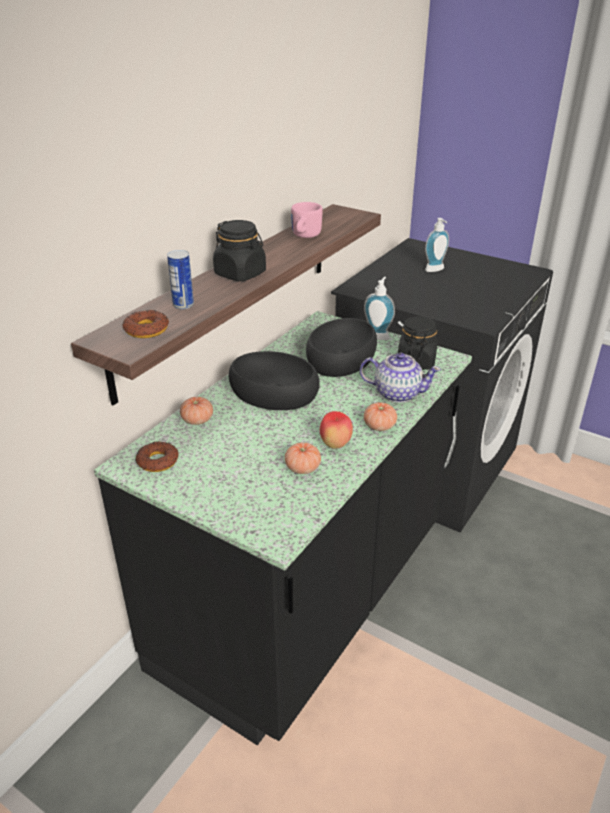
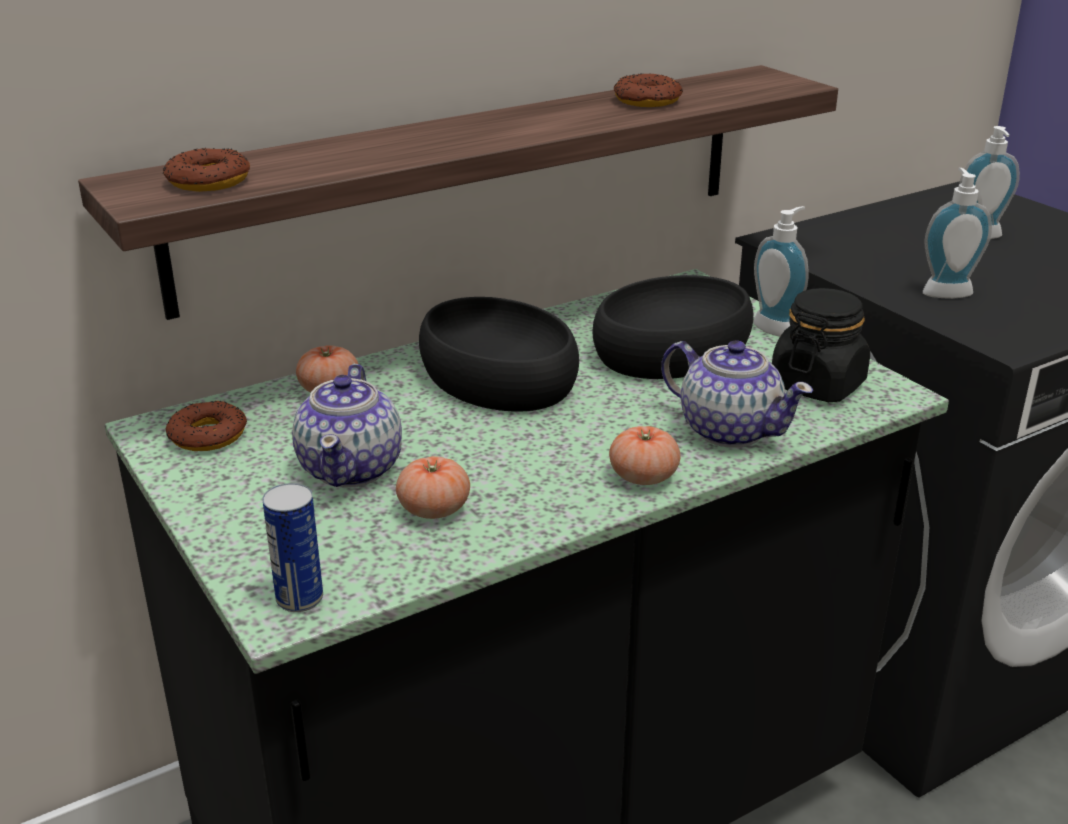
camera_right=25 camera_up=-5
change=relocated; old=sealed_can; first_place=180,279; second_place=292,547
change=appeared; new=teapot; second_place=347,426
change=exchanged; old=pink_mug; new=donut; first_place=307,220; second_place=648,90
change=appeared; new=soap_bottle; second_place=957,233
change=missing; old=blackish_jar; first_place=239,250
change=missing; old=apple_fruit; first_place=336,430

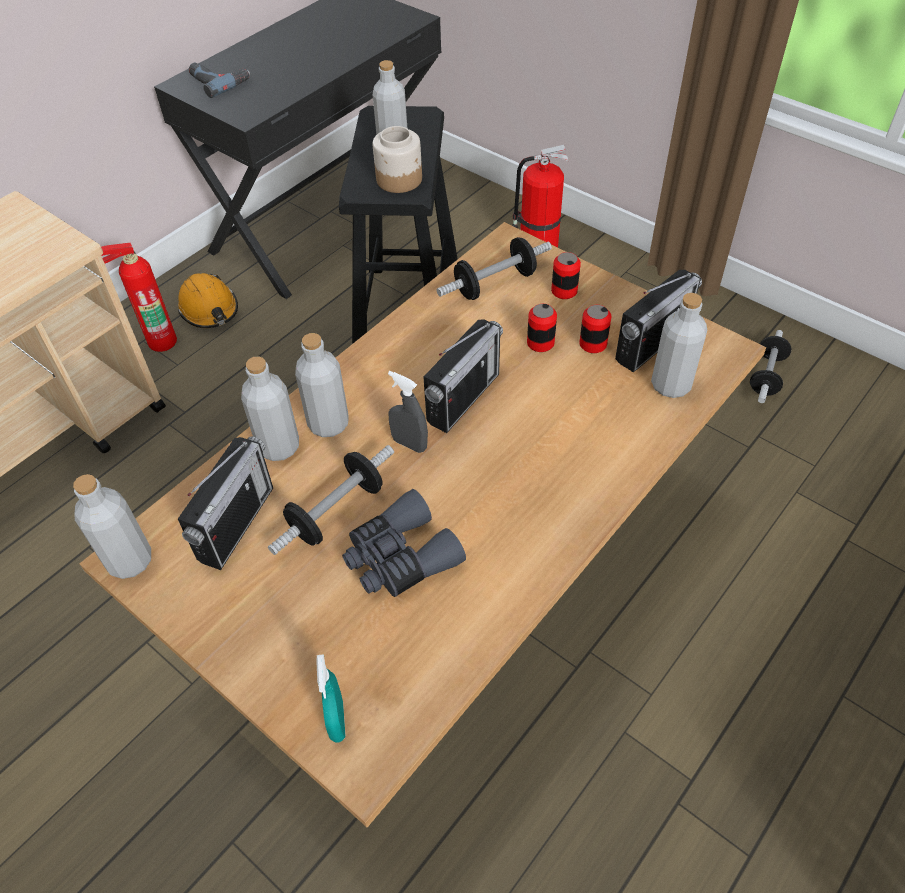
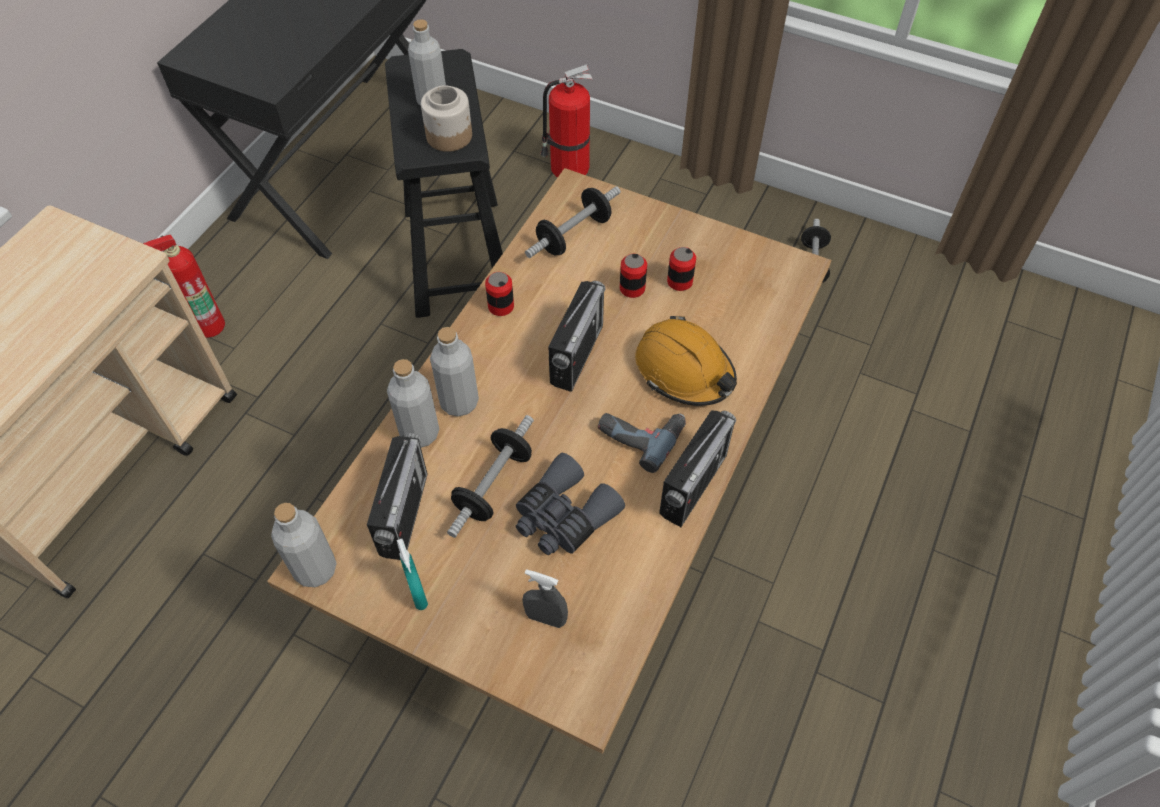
camera_right=-15 camera_up=5
change=relocated; old=blue-green_hand_sprayer; first_place=330,698; second_place=412,574
change=relocated; old=sealed_can; first_place=566,275; second_place=499,294
change=relocated; old=gray_hand_sprayer; first_place=408,412; second_place=545,598
change=relocated; old=electric_drill; first_place=219,80; second_place=642,443
change=relocated; old=orangey_hard_hat; first_place=208,300; second_place=686,361
change=relocated; old=radio_set; first_place=658,321; second_place=697,468
change=missing; old=gray_beverage_bottle; first_place=679,345

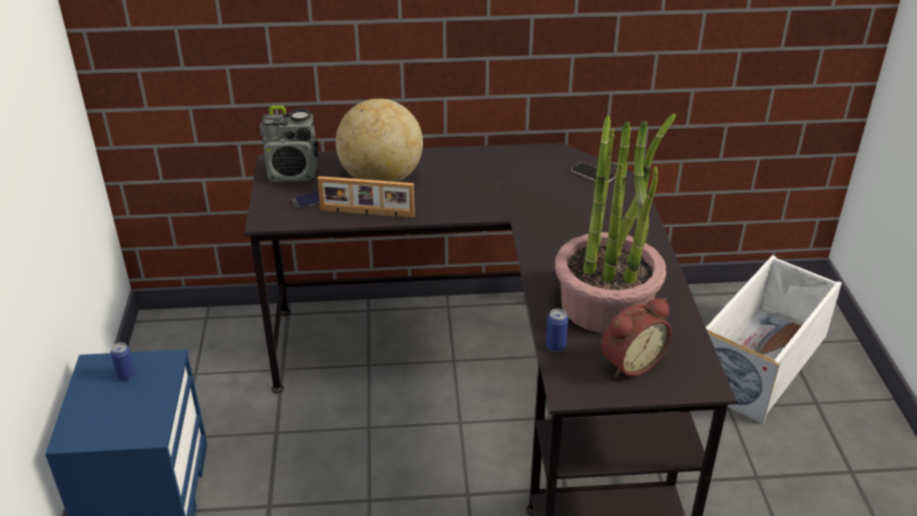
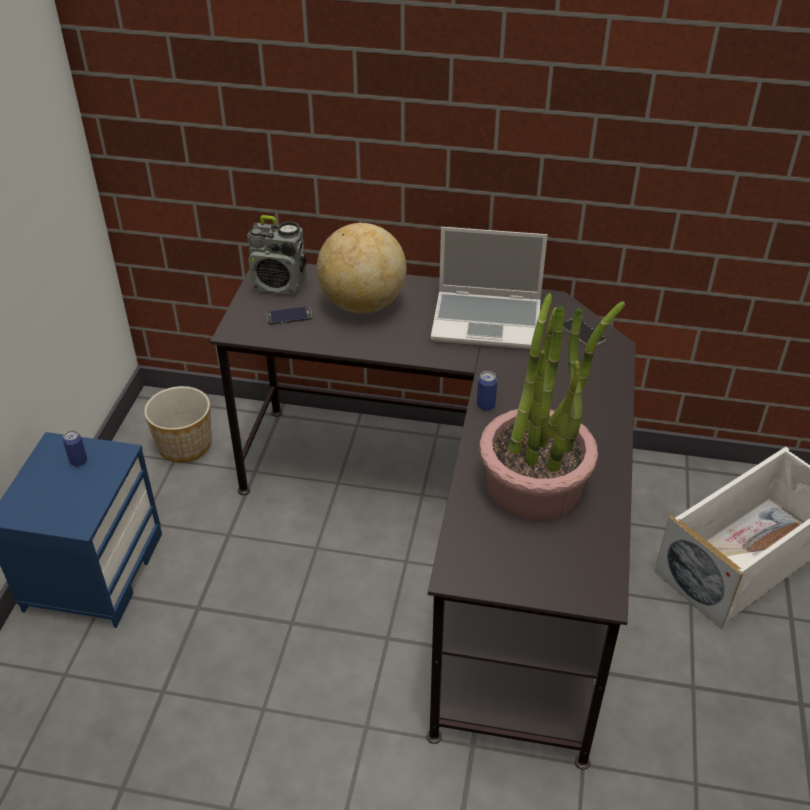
camera_right=15 camera_up=5
change=appeared; new=plant_pot; second_place=178,424
change=appeared; new=portable_computer; second_place=489,288
change=relocated; old=sealed_can; first_place=557,330; second_place=487,391
change=missing; old=picture_frame; first_place=366,197
change=missing; old=alarm_clock; first_place=636,337

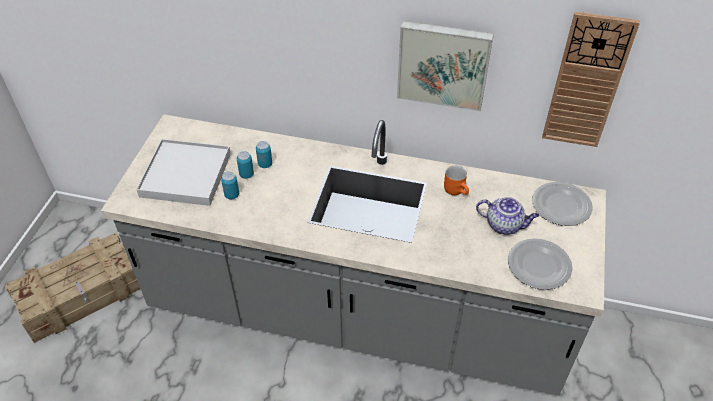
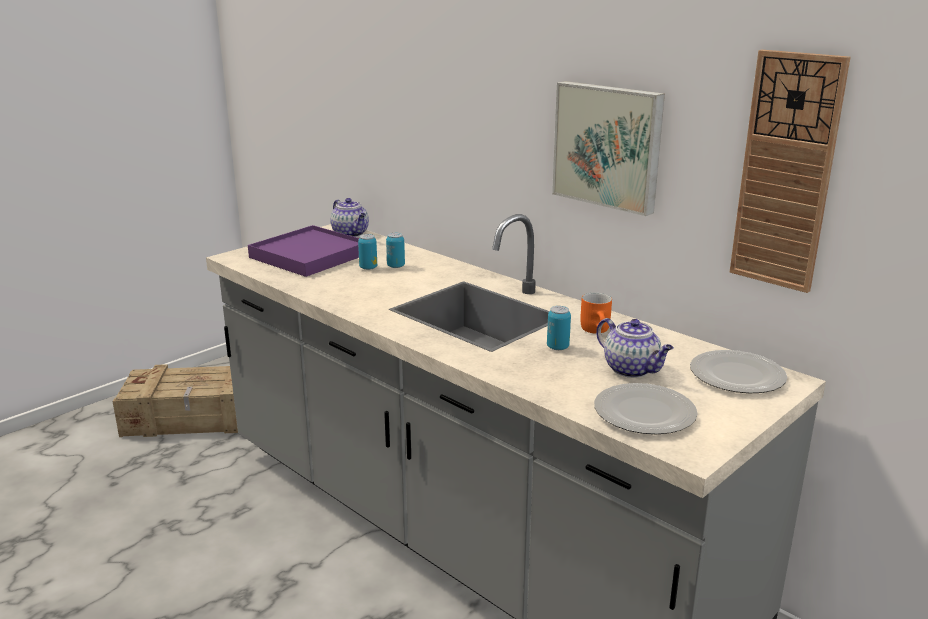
camera_right=30 camera_up=-25
change=colour; old=whitish_serving_tray; new=purple_serving_tray; first_place=183,172; second_place=303,251
change=appeared; new=teapot; second_place=349,217
change=relocated; old=sealed_can; first_place=230,185; second_place=559,328

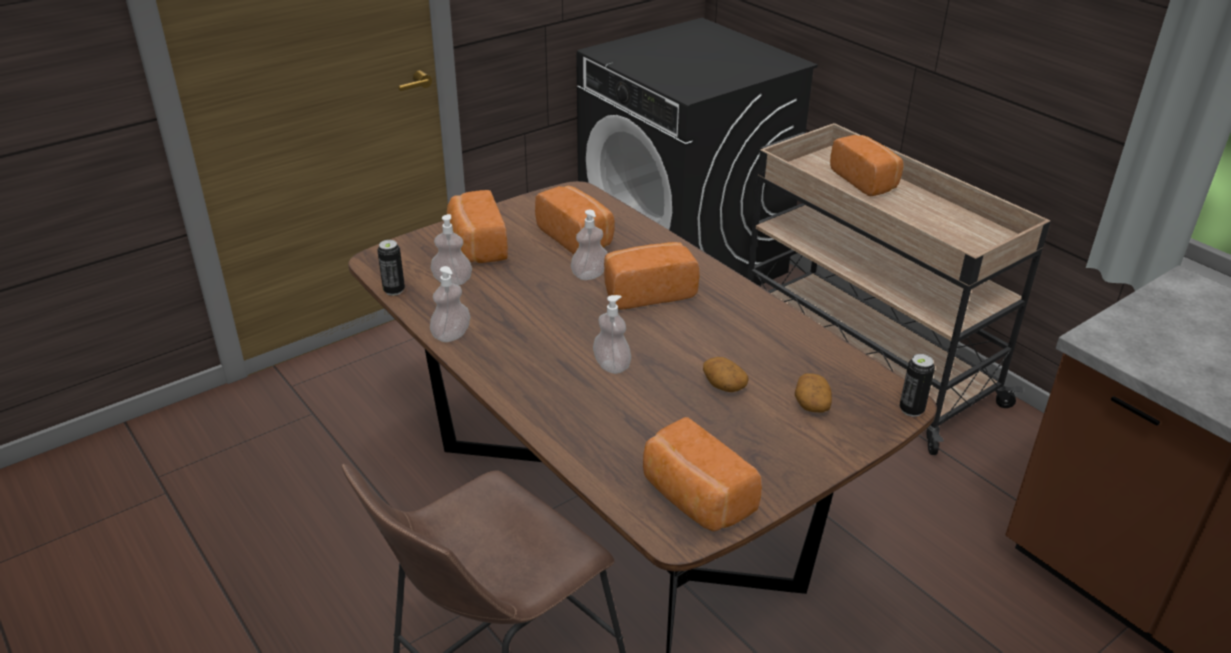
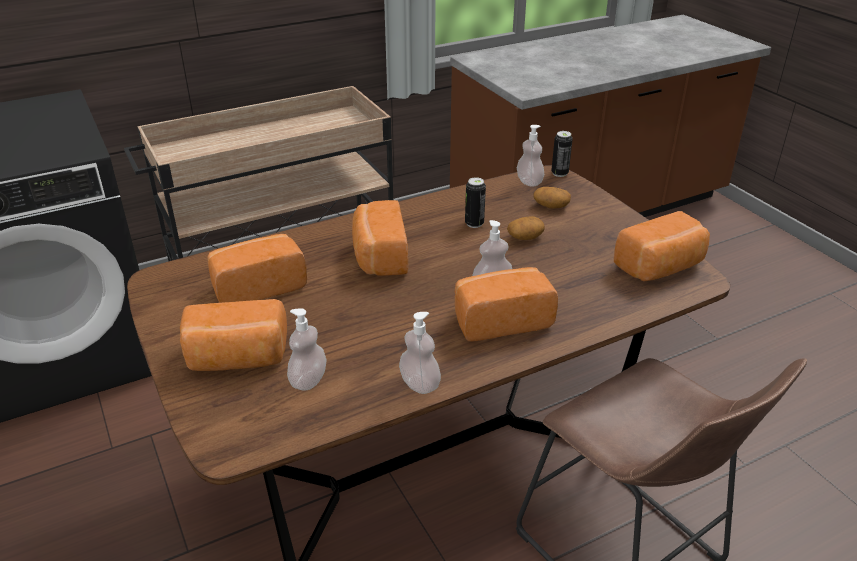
camera_right=-80 camera_up=0
change=relocated; old=bakery_bread; first_place=866,166; second_place=506,304
change=relocated; old=sealed_can; first_place=391,268; second_place=475,202
change=relocated; old=soap_bottle; first_place=589,245; second_place=530,156

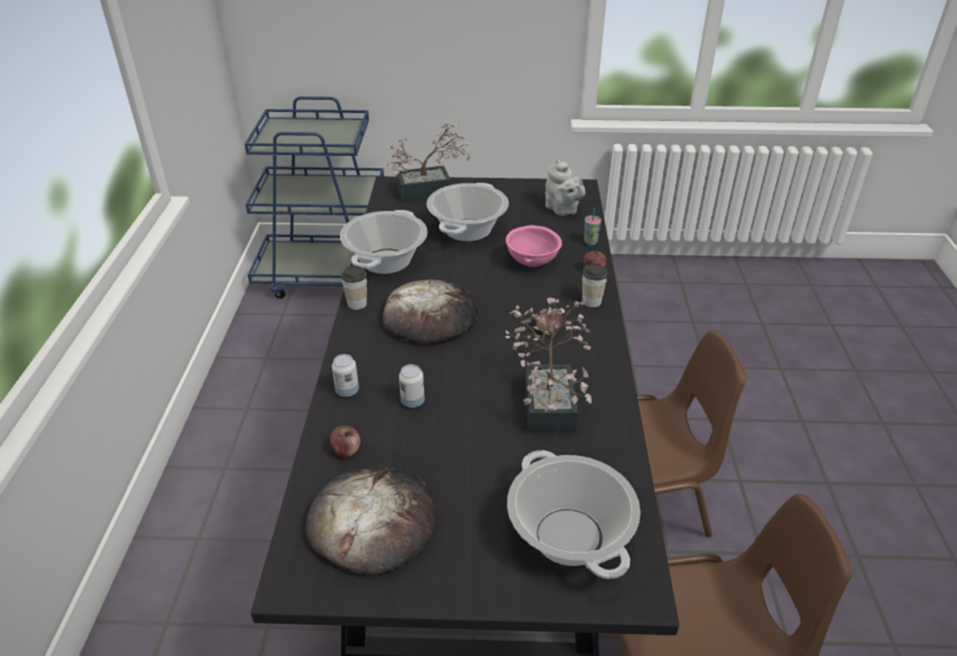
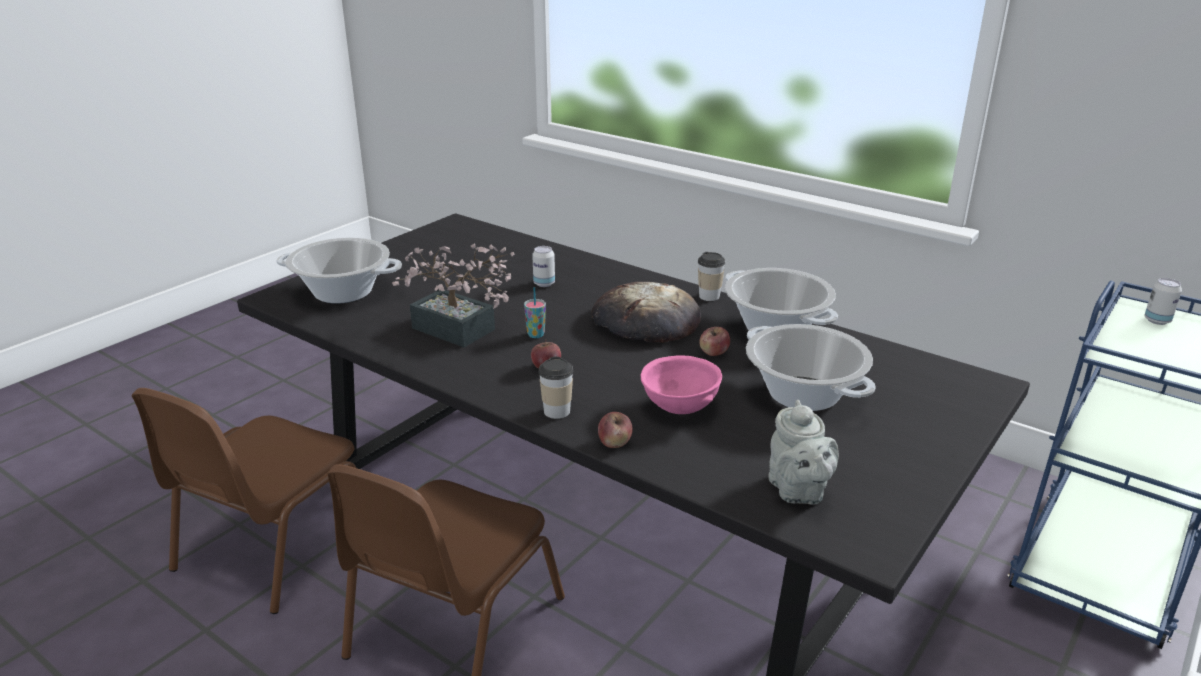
camera_right=125 camera_up=-10
change=relocated; old=cup; first_place=592,226; second_place=535,312
change=relocated; old=apple_fruit; first_place=345,441; second_place=714,341
change=spun; old=gray_teapot; first_place=565,187; second_place=803,452; degrees=-105
change=relocated; old=sealed_can; first_place=345,375; second_place=1163,301
change=missing; old=bakery_bread; first_place=371,520
change=missing; old=plant_in_a_pot; first_place=427,162

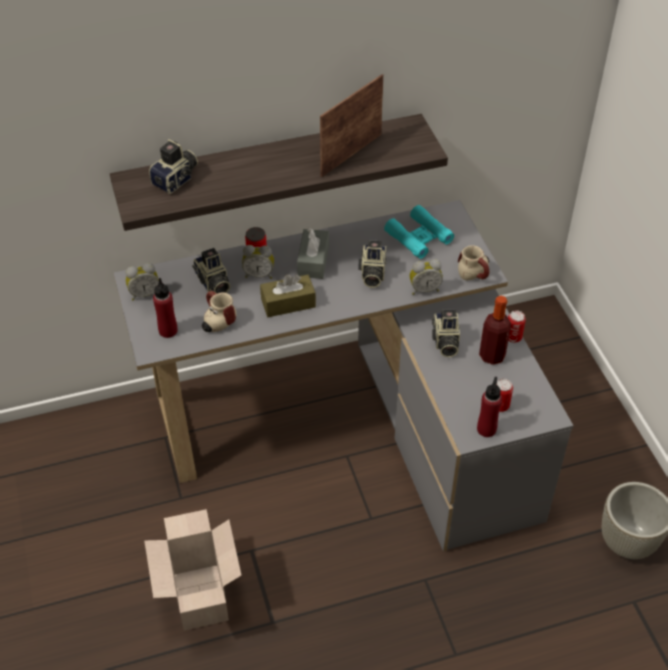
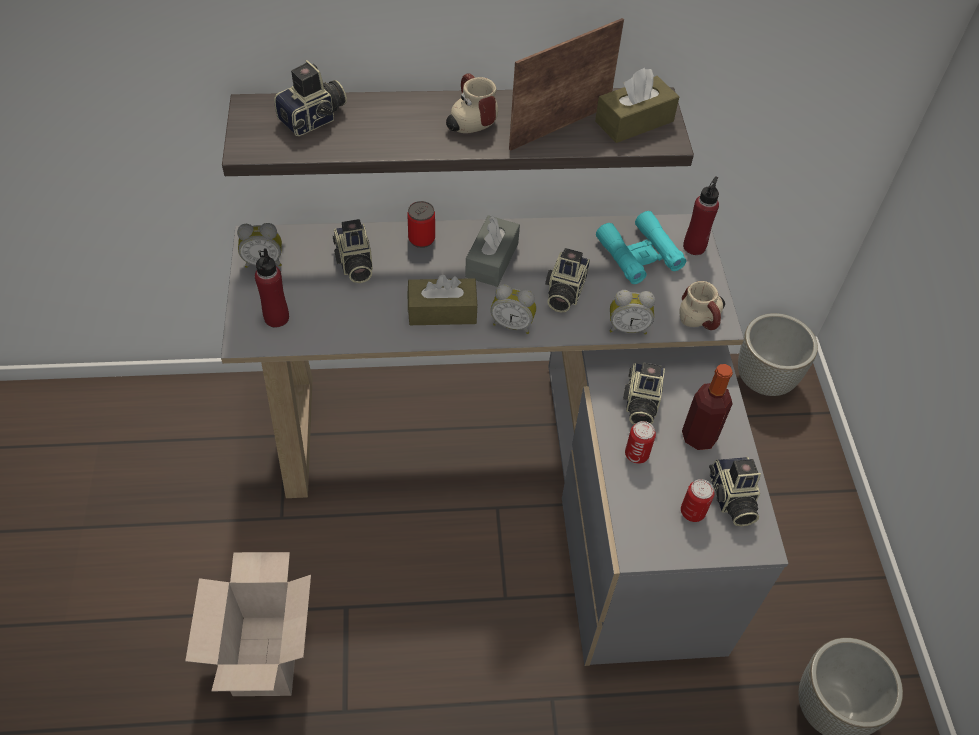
camera_right=10 camera_up=5
change=relocated; old=mug; first_place=219,311; second_place=472,103
change=relocated; old=alarm_clock; first_place=258,262; second_place=513,309
change=appeared; new=brown_box_of_tissues; second_place=637,105
change=relocated; old=sealed_can; first_place=517,326; second_place=640,442
change=relocated; old=reddish_beverage_bottle; first_place=489,407; second_place=701,216
change=appeared; new=still_camera; second_place=735,491
change=appeared; new=gray_plant_pot; second_place=778,354

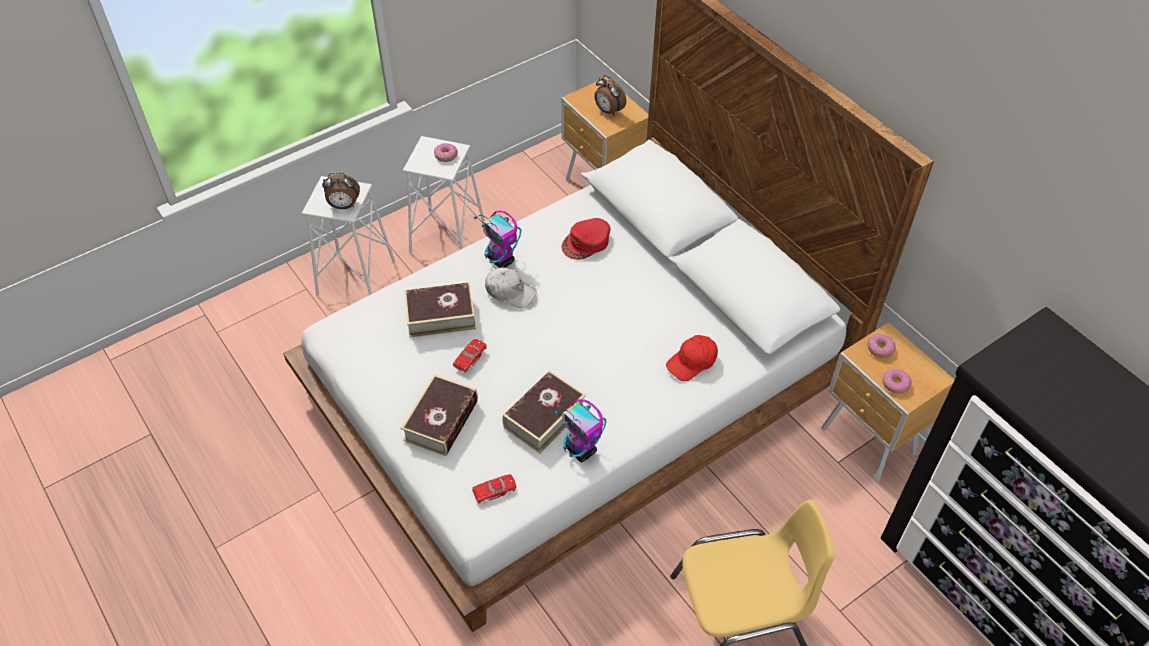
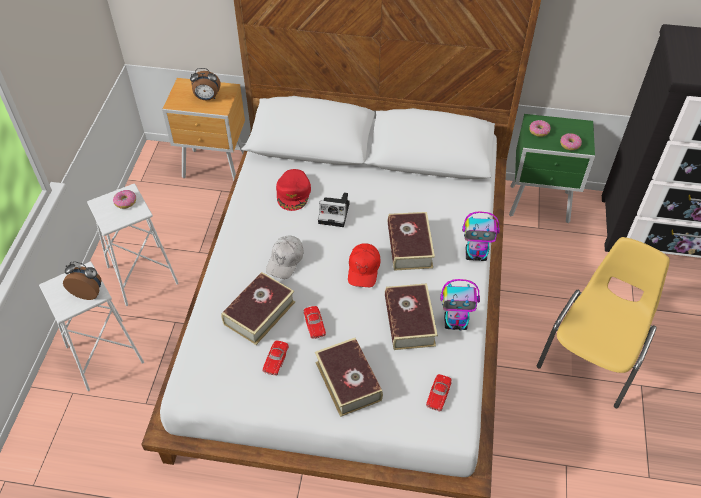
camera_right=-45 camera_up=0
change=spun; old=alarm_clock; first_place=341,190; second_place=82,280; degrees=-120
change=appeared; new=reddish_miniature_car; second_place=275,358
change=spun; old=whitish_peaked_cap; first_place=511,287; second_place=285,257; degrees=135
change=appeared; new=still_camera; second_place=333,209
change=relocated; old=reddish_peaked_cap; first_place=692,358; second_place=364,265
change=appeared; new=bound_book; second_place=411,241
change=relocated; old=model_robot; first_place=497,239; second_place=481,236
change=colour; old=brown_bedside_table; new=green_bedside_table; first_place=888,402; second_place=552,168

